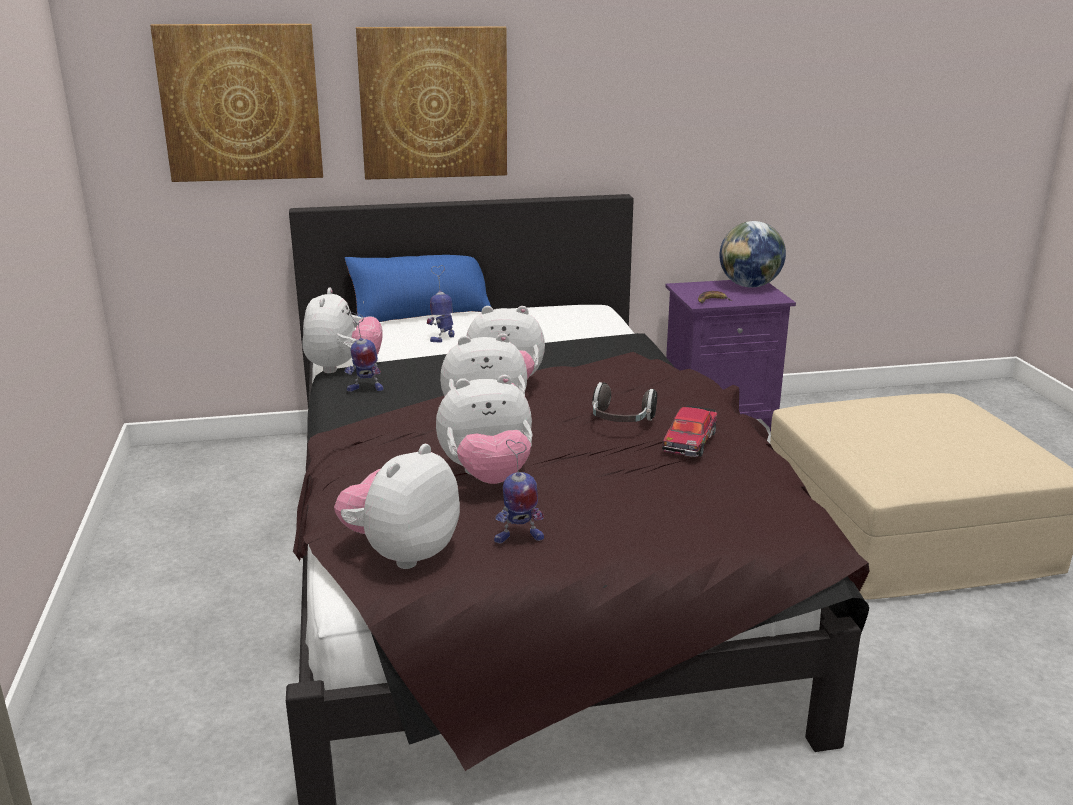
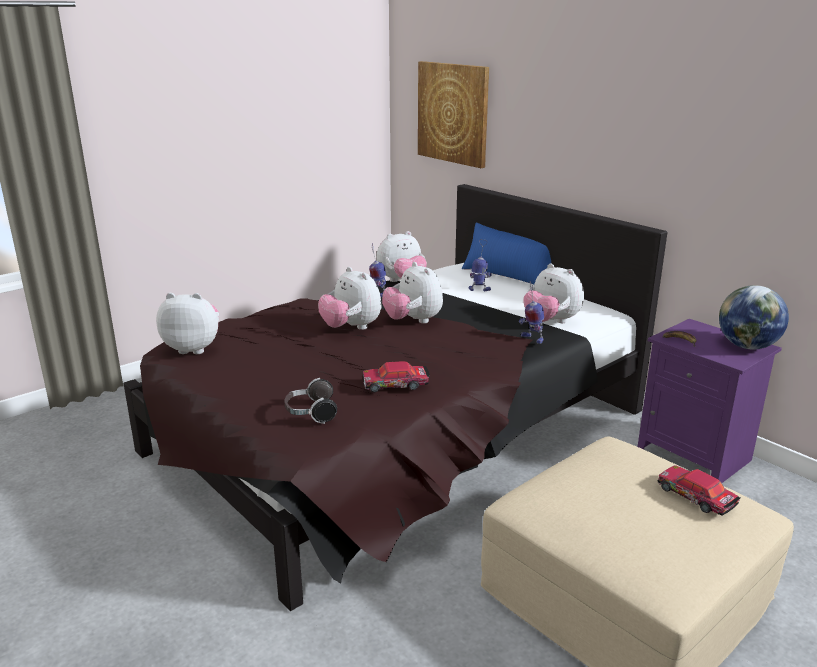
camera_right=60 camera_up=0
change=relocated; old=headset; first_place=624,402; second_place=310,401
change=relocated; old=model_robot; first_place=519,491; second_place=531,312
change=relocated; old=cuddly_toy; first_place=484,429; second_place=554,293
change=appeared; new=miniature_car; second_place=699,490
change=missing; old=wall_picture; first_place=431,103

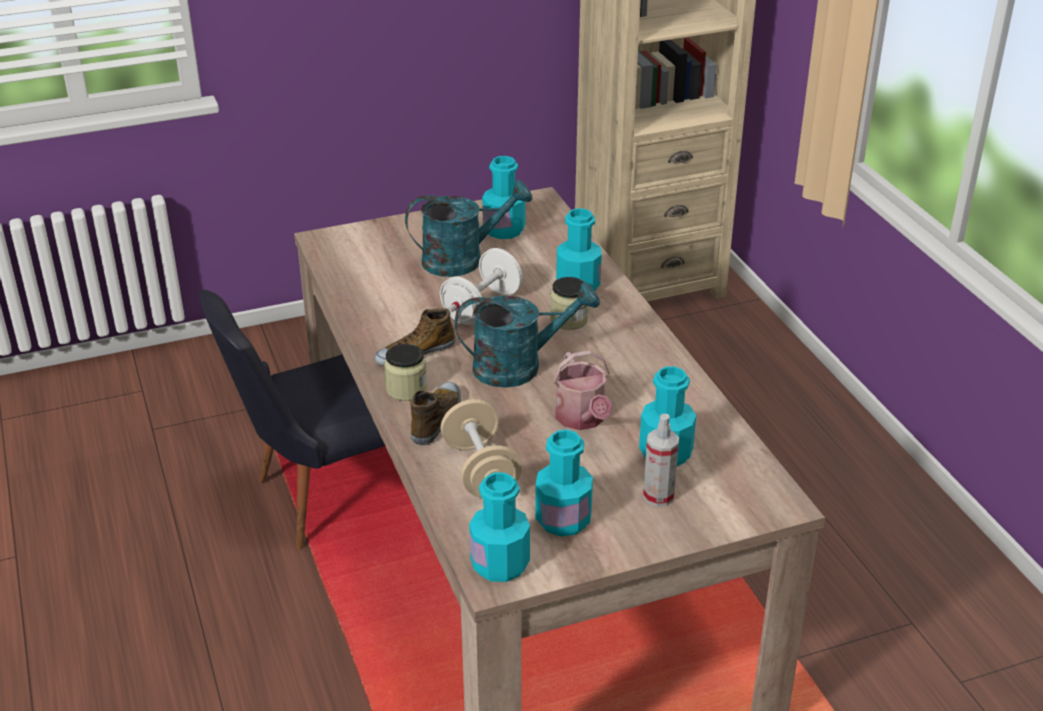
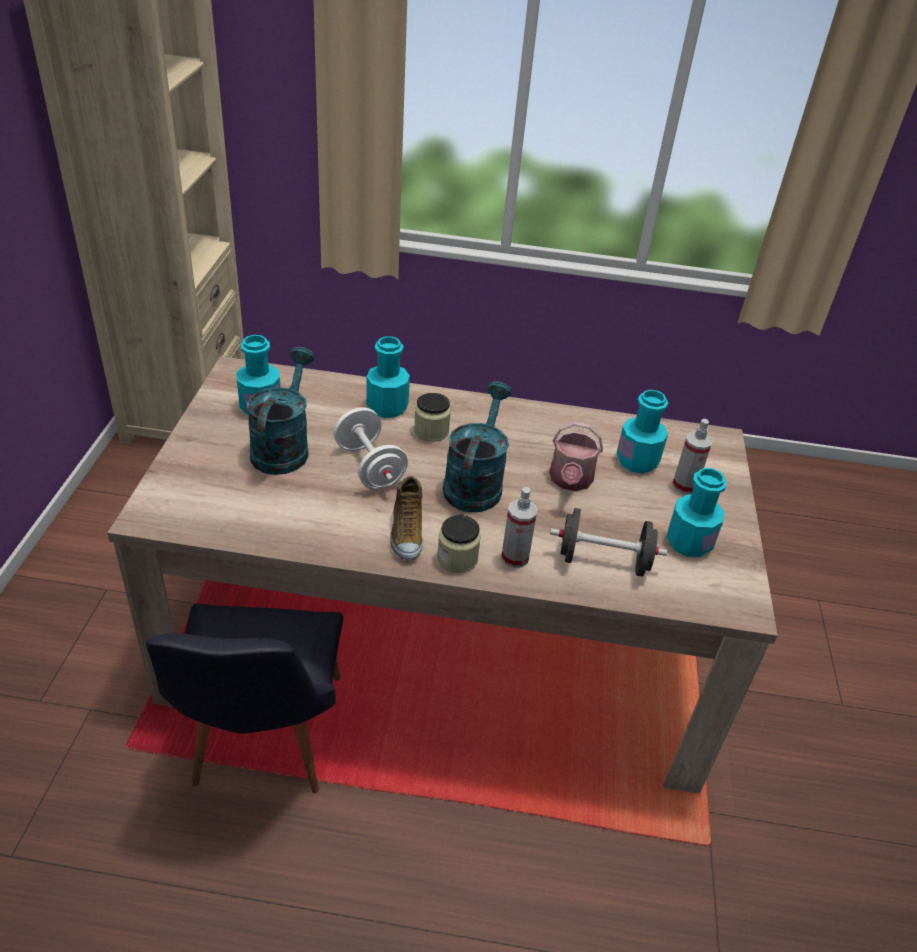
camera_right=-65 camera_up=5
change=exchanged; old=low_shoe; new=hand_sprayer; first_place=435,413; second_place=519,527
change=spun; old=watering_can; first_place=583,390; second_place=576,456; degrees=90
change=colour; old=beige_hand_weight; new=blackish_hand_weight; first_place=481,448; second_place=608,542
change=missing; old=blue-green_beverage_bottle; first_place=499,527

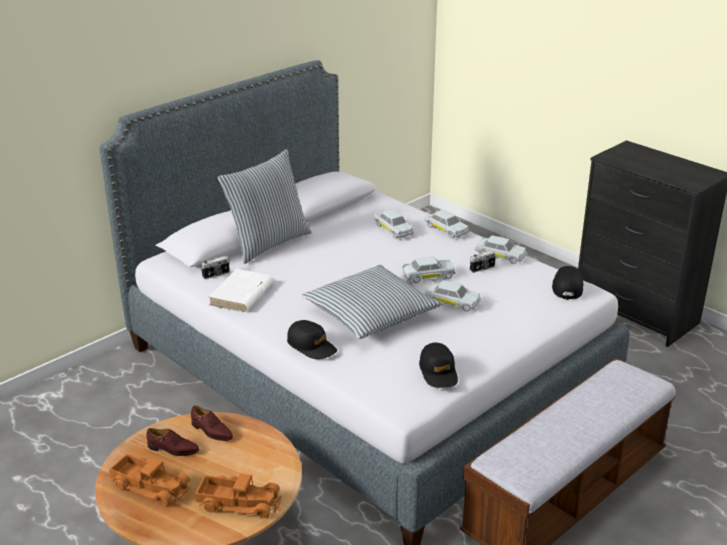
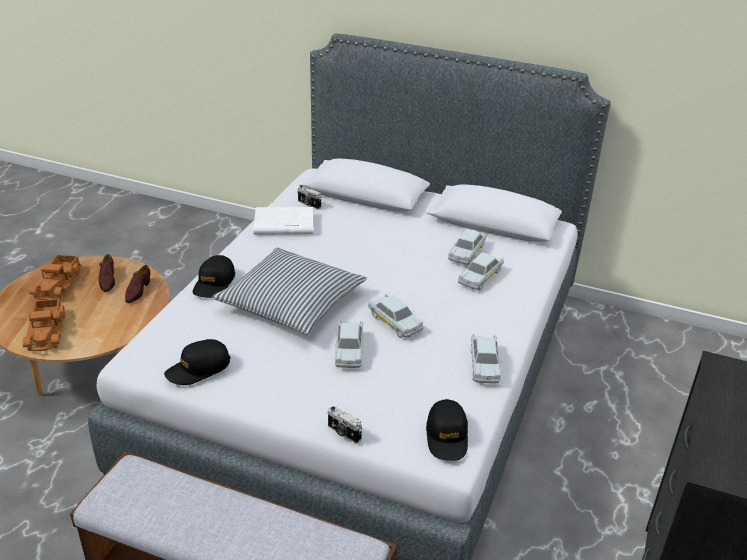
camera_right=65 camera_up=5
change=relocated; old=still_camera; first_place=483,261; second_place=345,424
change=spun; old=blackish_peaked_cap; first_place=567,283; second_place=447,430; degrees=105
change=relocated; old=whitish_miniature_car; first_place=446,224; second_place=467,246
change=missing; old=pillow; first_place=265,206

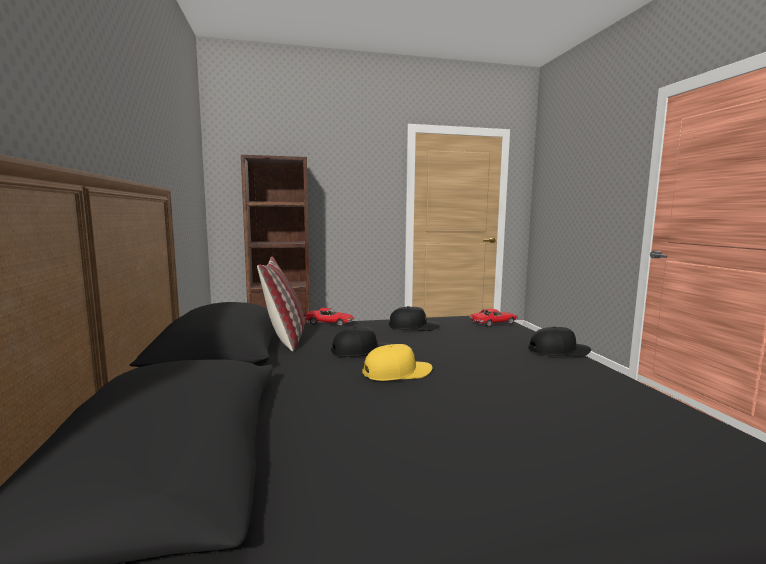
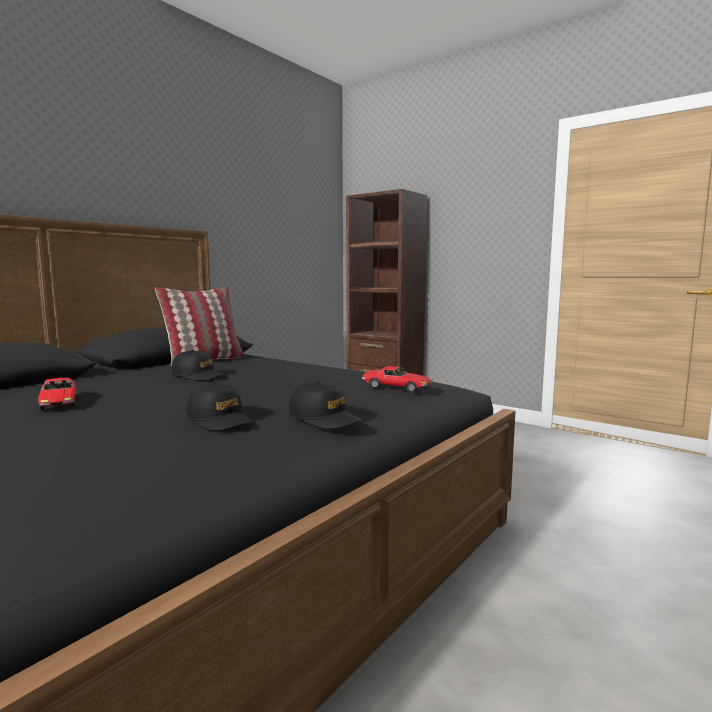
camera_right=50 camera_up=0
change=relocated; old=miniature_car; first_place=329,317; second_place=57,394
change=relocated; old=blackish_peaked_cap; first_place=414,318; second_place=219,406
change=missing; old=yellow_peaked_cap; first_place=397,362

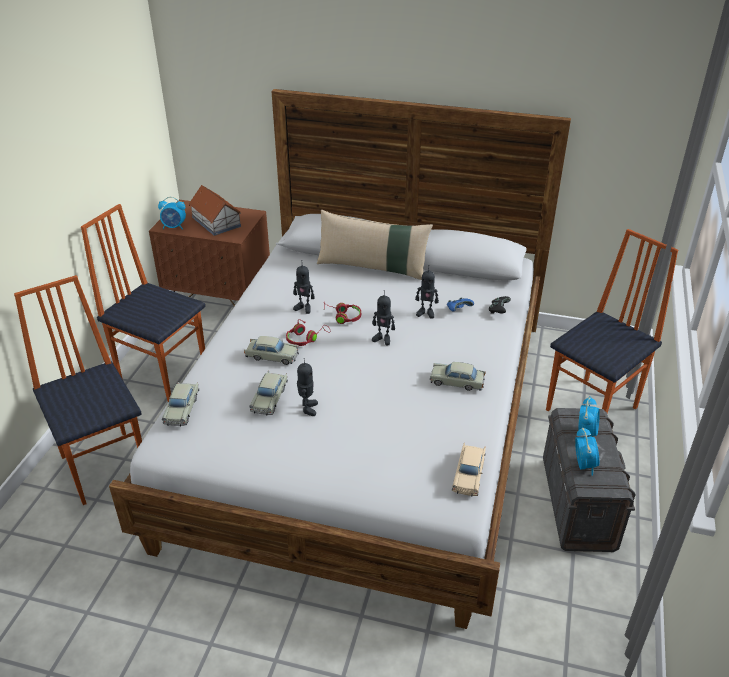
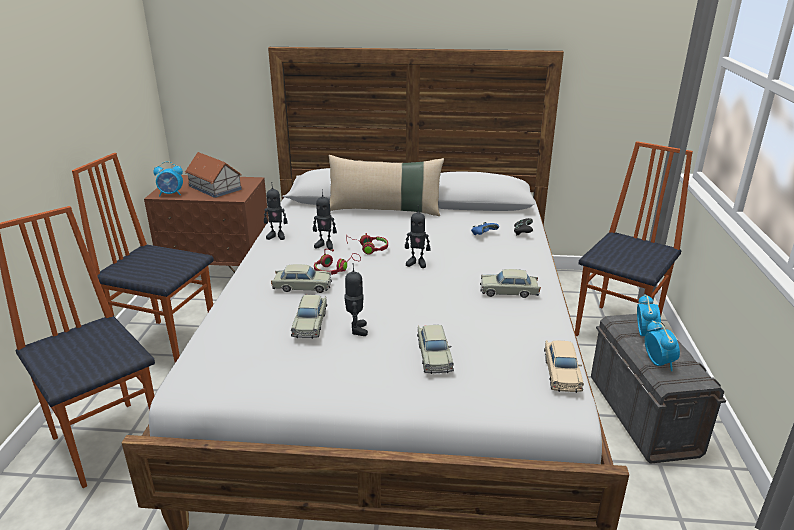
camera_right=-10 camera_up=-10
change=relocated; old=model_robot; first_place=427,294; second_place=276,211
change=relocated; old=beige_miniature_car; first_place=180,404; second_place=435,349

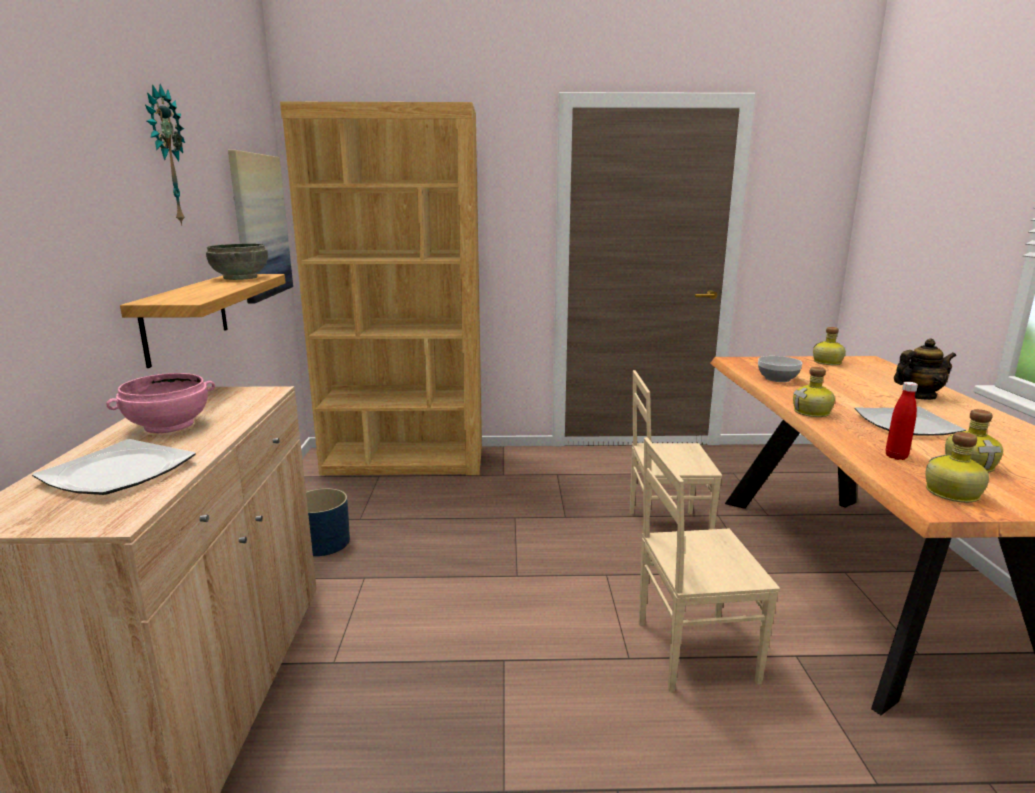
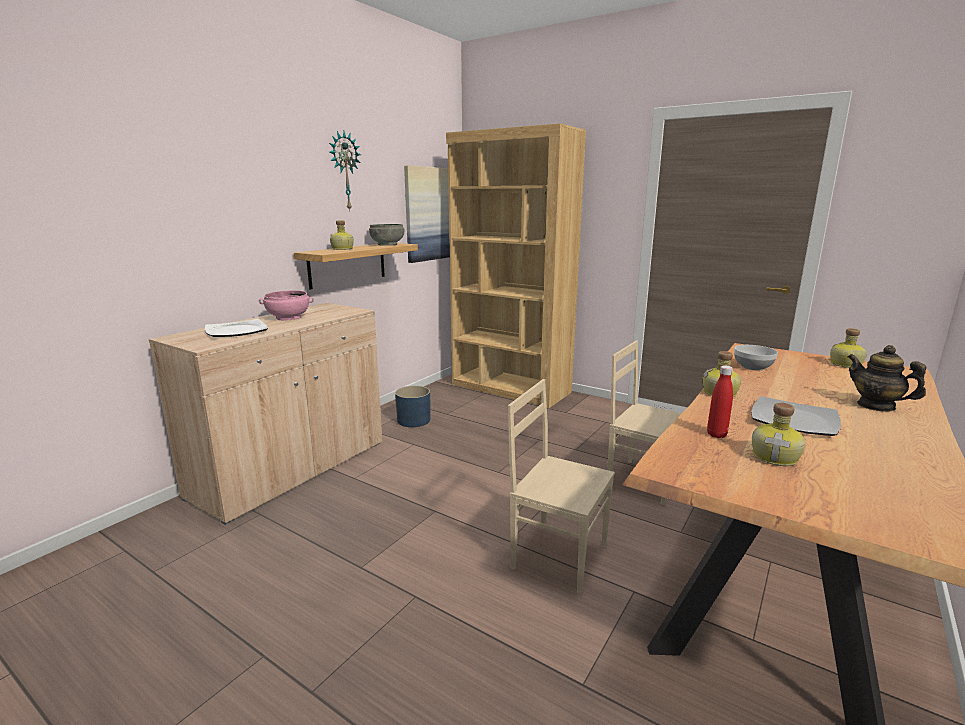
camera_right=35 camera_up=0
change=relocated; old=beverage_bottle; first_place=957,467; second_place=342,235
change=spun; old=teapot; first_place=925,369; second_place=887,378; degrees=-150

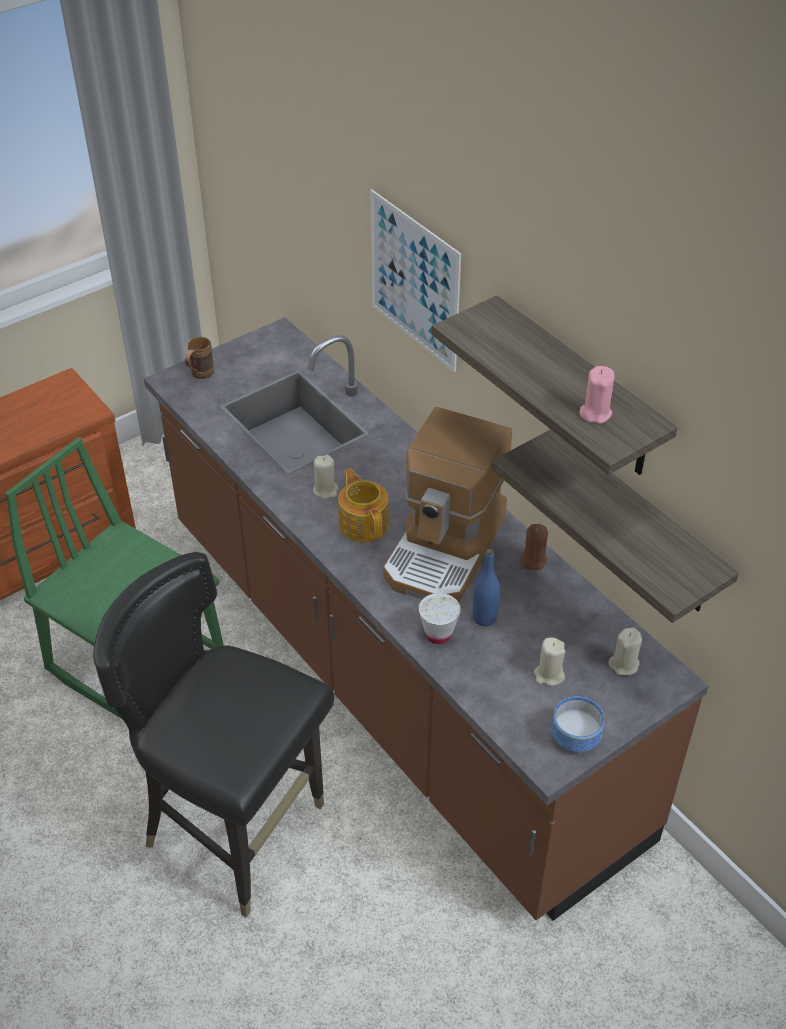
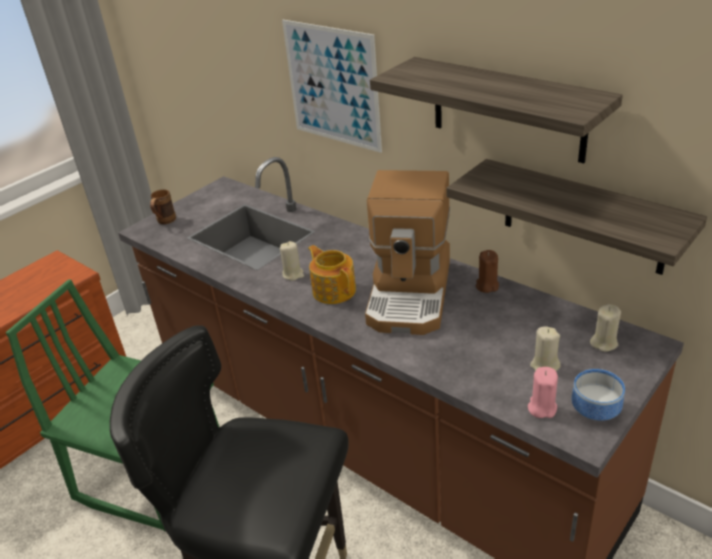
camera_right=-10 camera_up=-10
change=relocated; old=pink_candle; first_place=597,395; second_place=543,392
change=missing; old=whitish_cup; first_place=440,618
change=missing; old=bluish_beverage_bottle; first_place=486,587

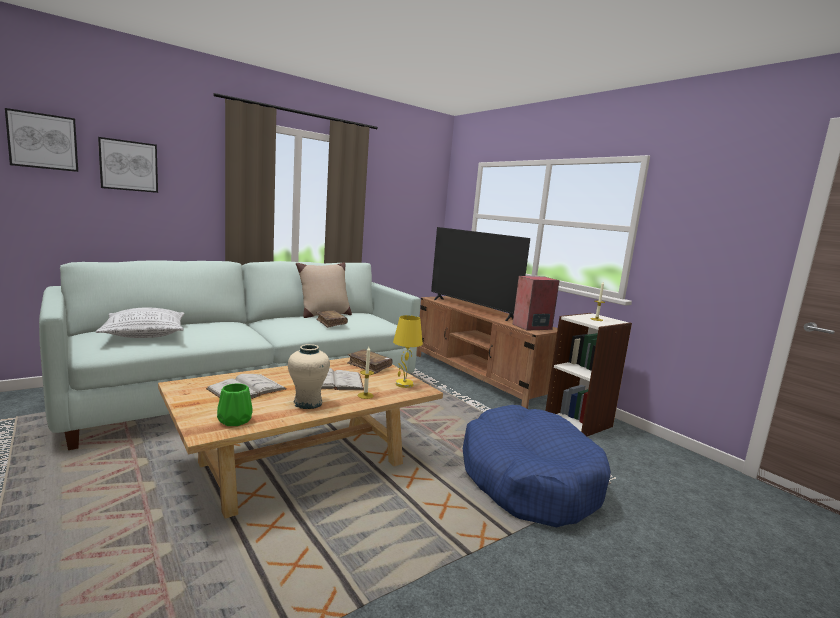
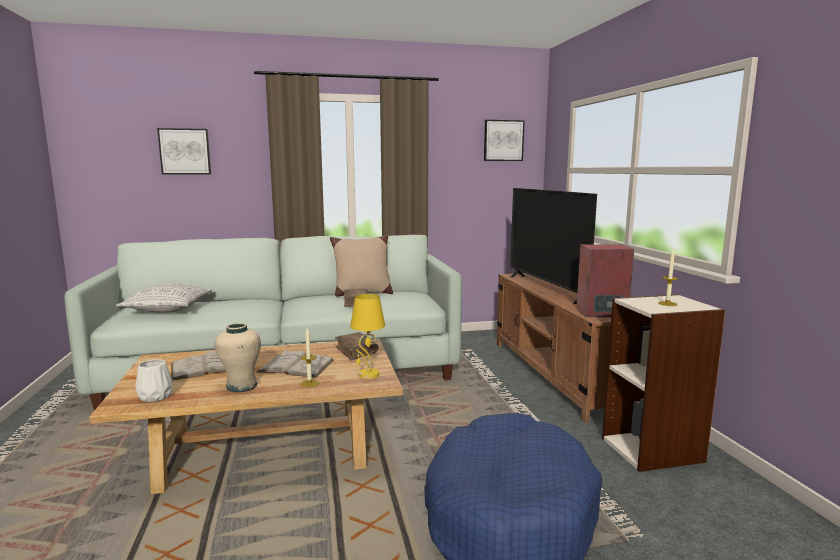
camera_right=25 camera_up=0
change=colour; old=green_decorative_vase; new=whitish_decorative_vase; first_place=235,404; second_place=154,380
change=relocated; old=wall_picture; first_place=41,140; second_place=504,140

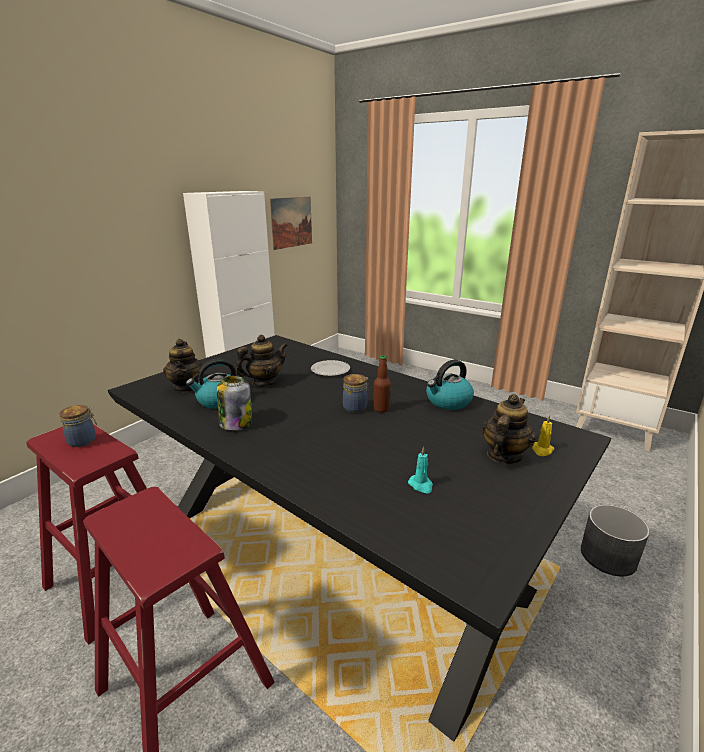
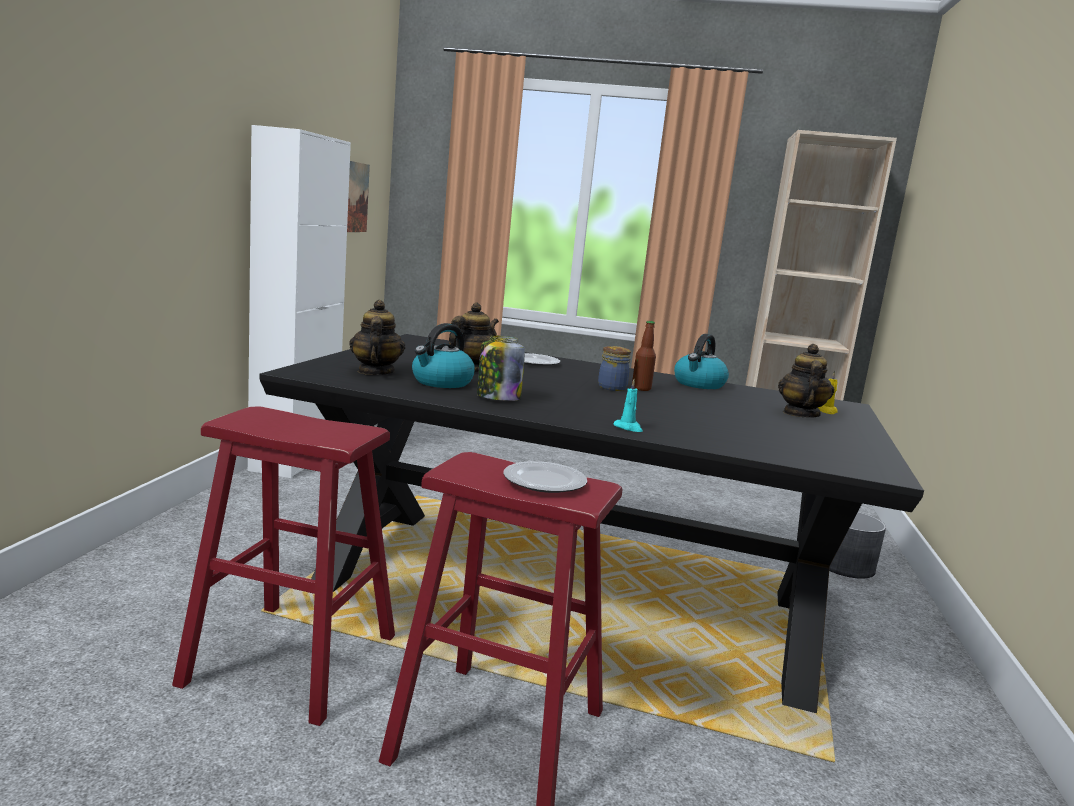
camera_right=-25 camera_up=-10
change=spun; old=teapot; first_place=183,365; second_place=377,337; degrees=-150
change=appeared; new=dinner_plate; second_place=545,477
change=relocated; old=blue-green_candle; first_place=420,470; second_place=628,405
change=missing; old=jar; first_place=78,426

